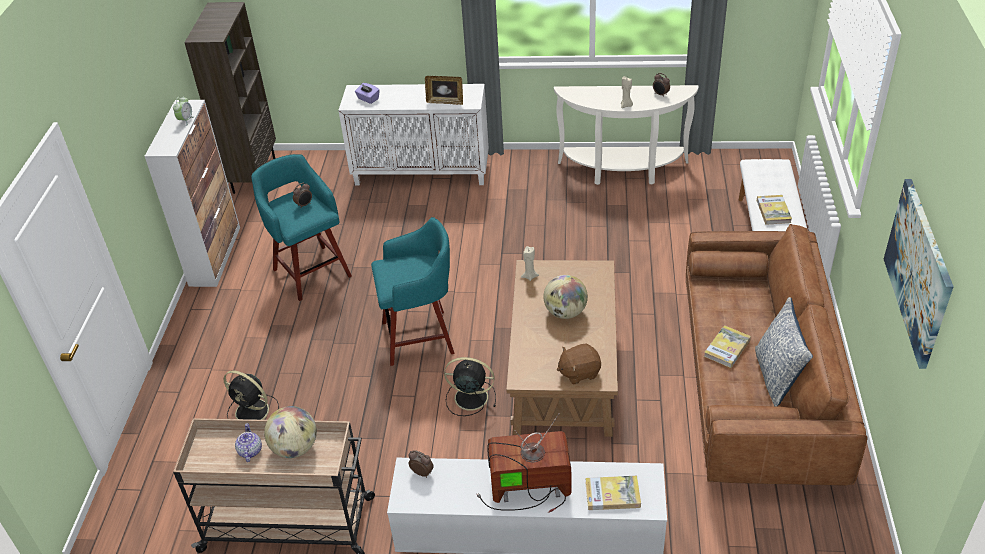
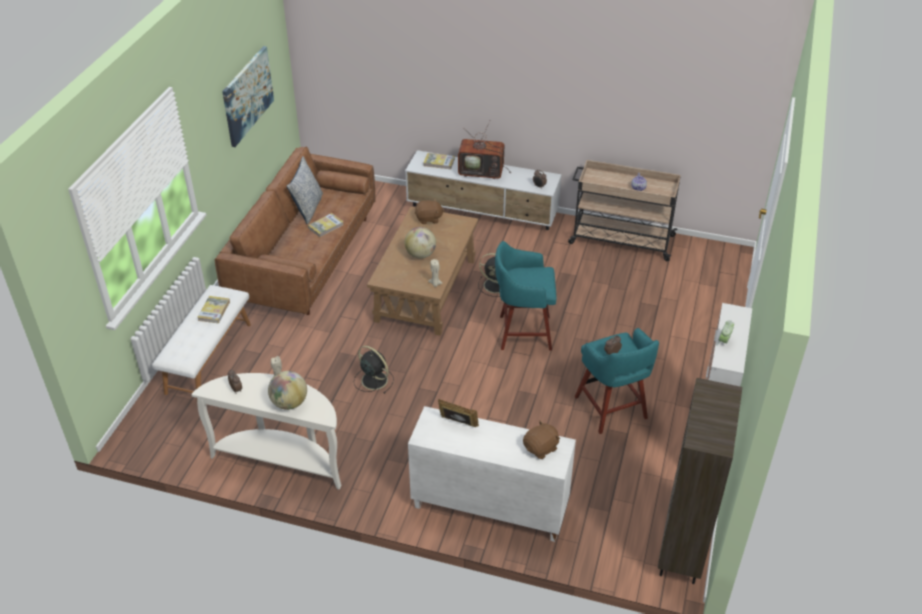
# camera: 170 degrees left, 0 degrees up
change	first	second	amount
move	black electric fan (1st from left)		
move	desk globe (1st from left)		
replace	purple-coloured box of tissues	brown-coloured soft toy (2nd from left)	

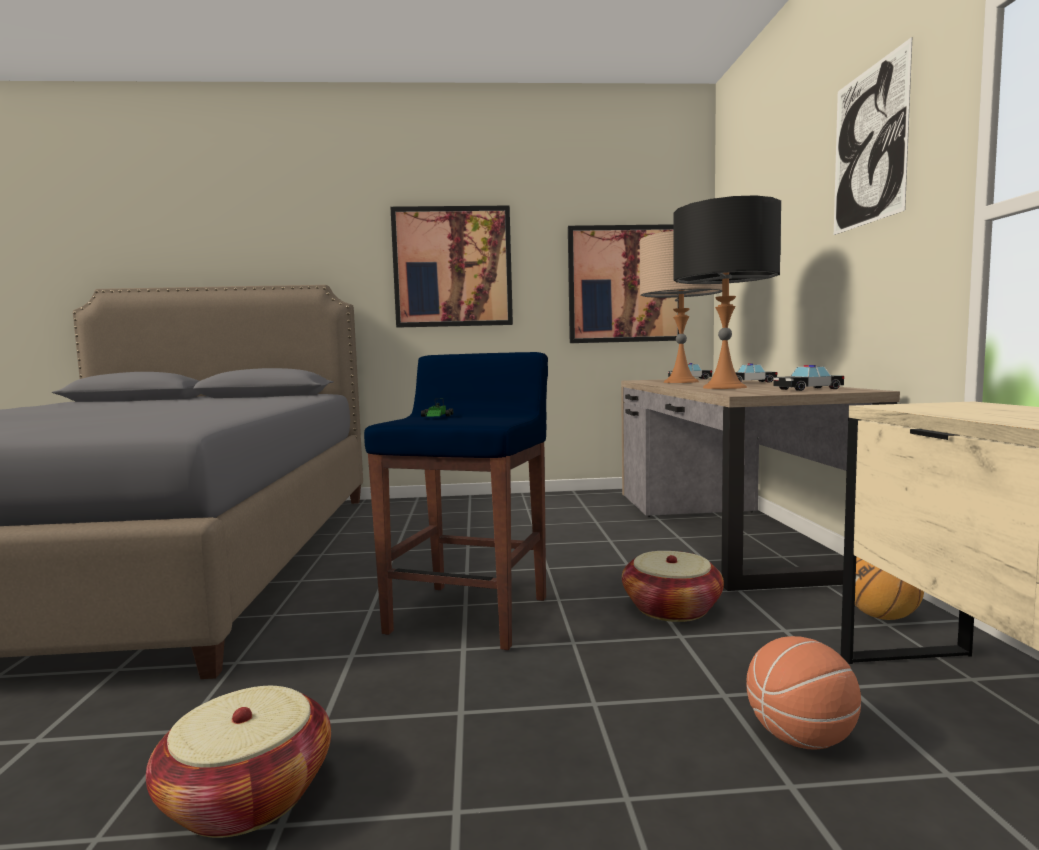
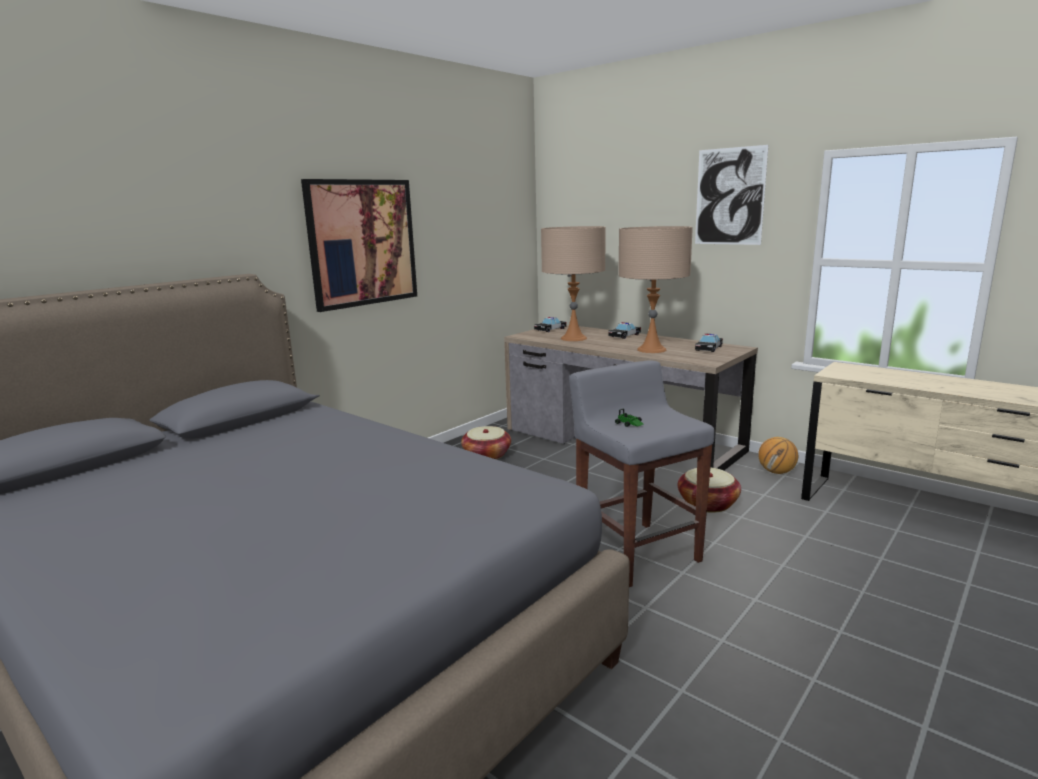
# camera: 45 degrees left, 10 degrees up
change	first	second	amount
delete	wall picture (2nd from left)		
delete	basketball (1st from left)		
move	storage basket (1st from left)		
recolor	blue sitting stool	grey sitting stool	
recolor	black tabletop lamp	beige-coloured tabletop lamp (2nd from left)	

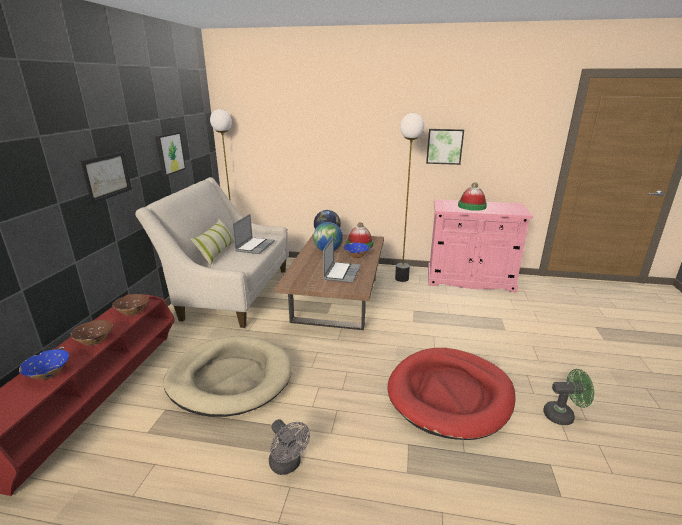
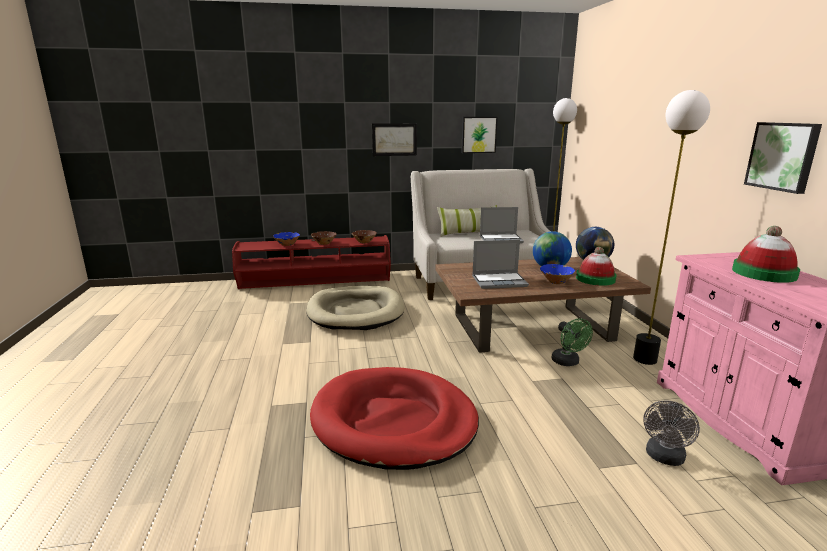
# camera: 70 degrees right, 5 degrees down
change	first	second	amount
move	grey electric fan		
move	greenish electric fan		

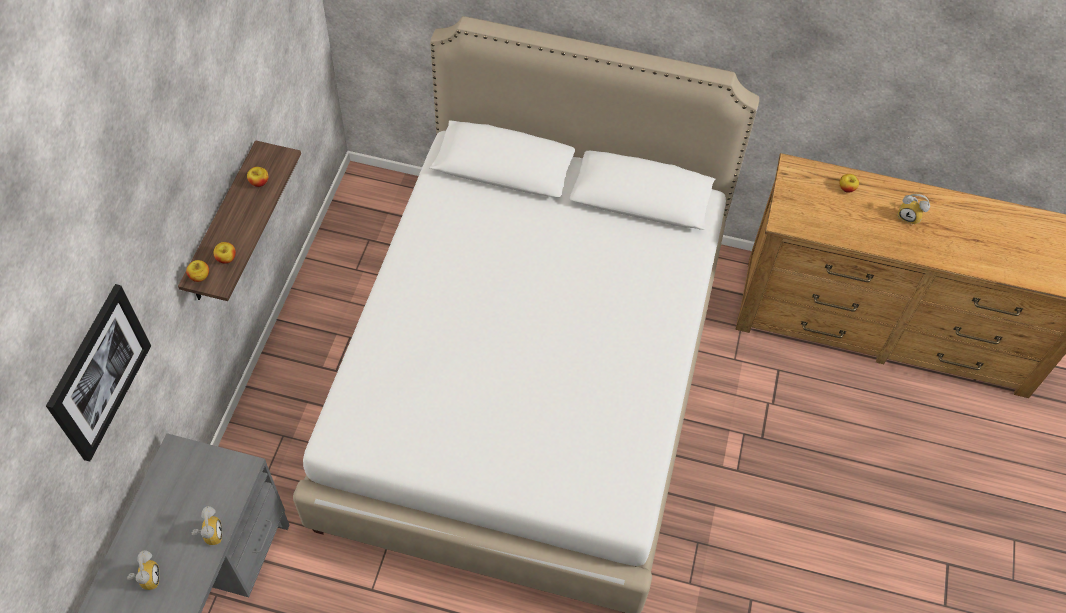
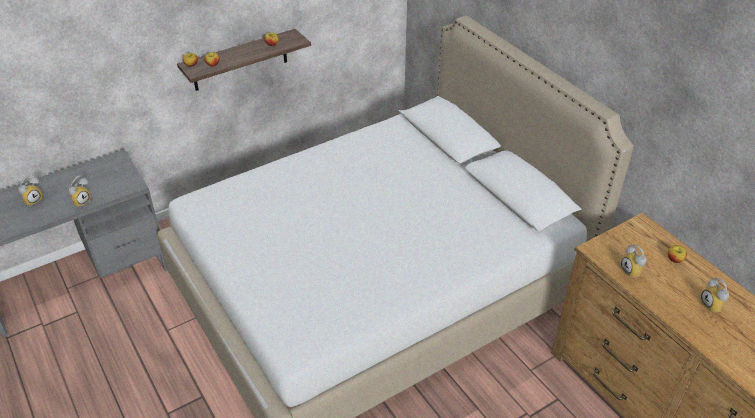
# camera: 45 degrees right, 15 degrees down
change	first	second	amount
delete	wall picture		
insert		bedside clock (3rd from left)	

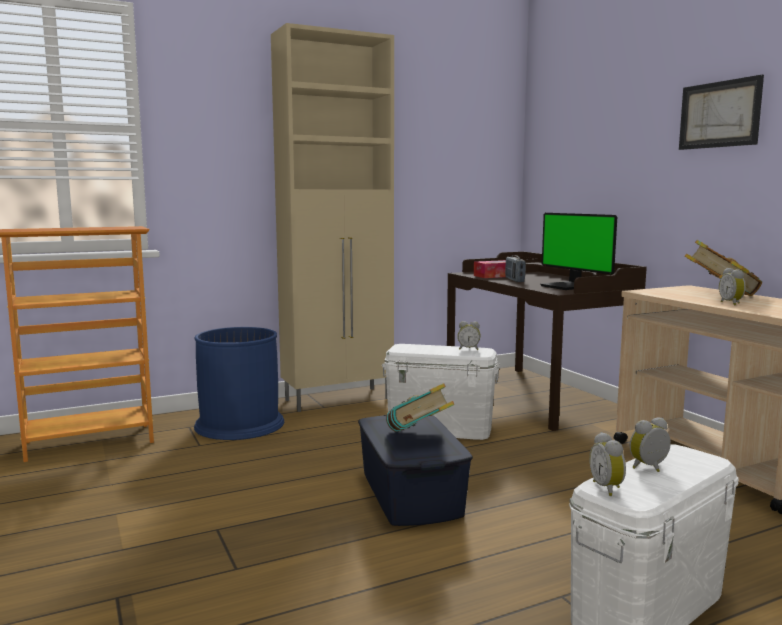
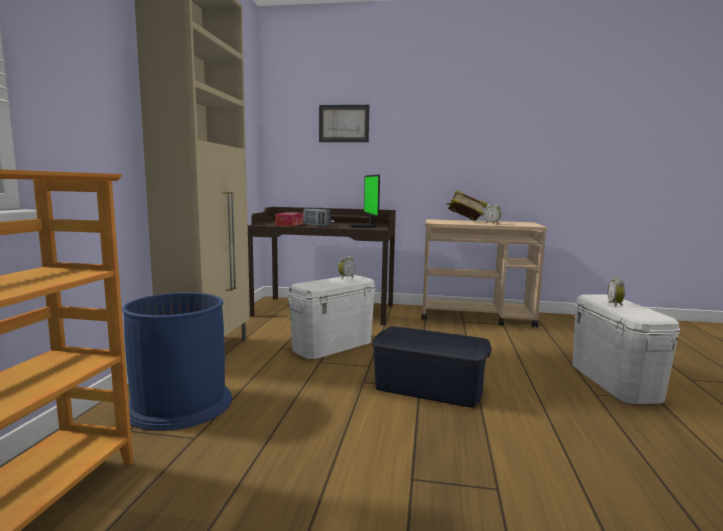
# camera: 55 degrees left, 0 degrees up
change	first	second	amount
delete	book (1st from left)		
delete	bedside clock (2nd from left)		
move	wall picture		
rotate	computer display		75 degrees clockwise

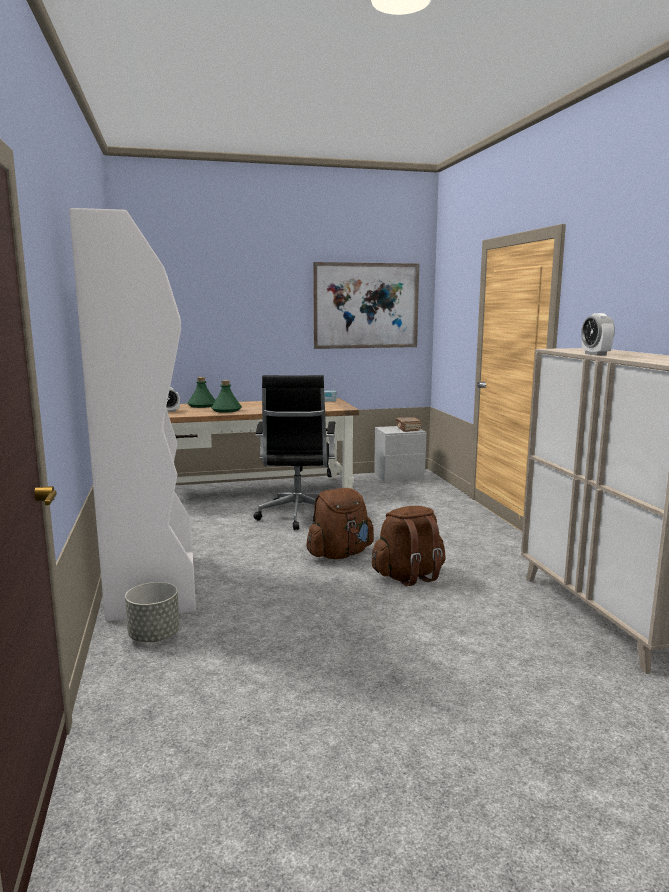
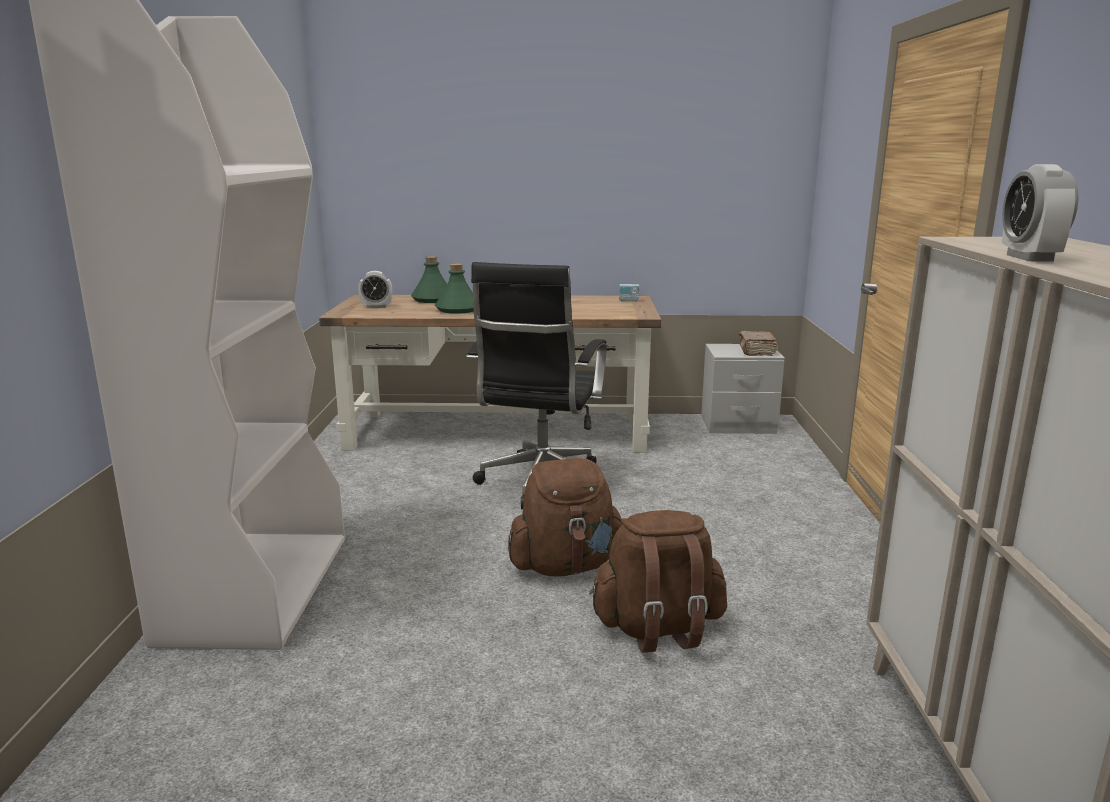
# camera: 15 degrees right, 5 degrees up
change	first	second	amount
delete	grey plant pot		
delete	wall picture		

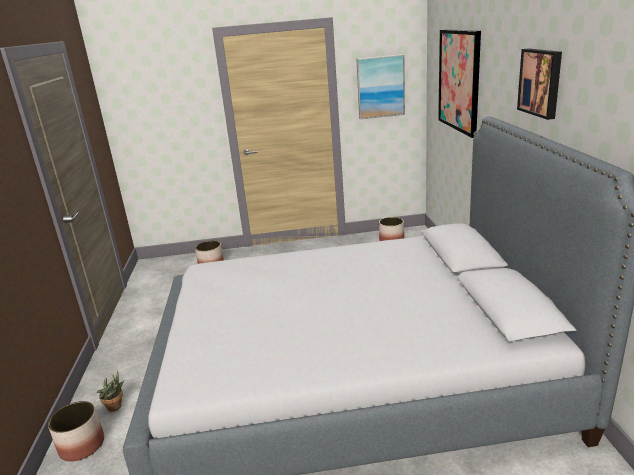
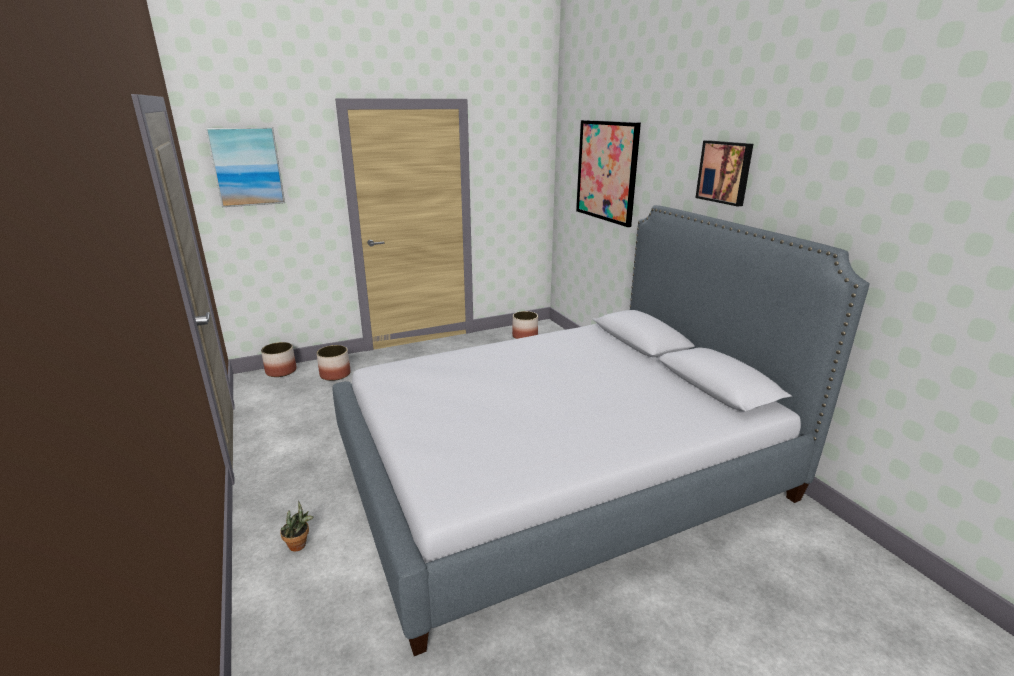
# camera: 20 degrees left, 0 degrees up
change	first	second	amount
move	plant pot (1st from left)		
move	wall picture (1st from left)		

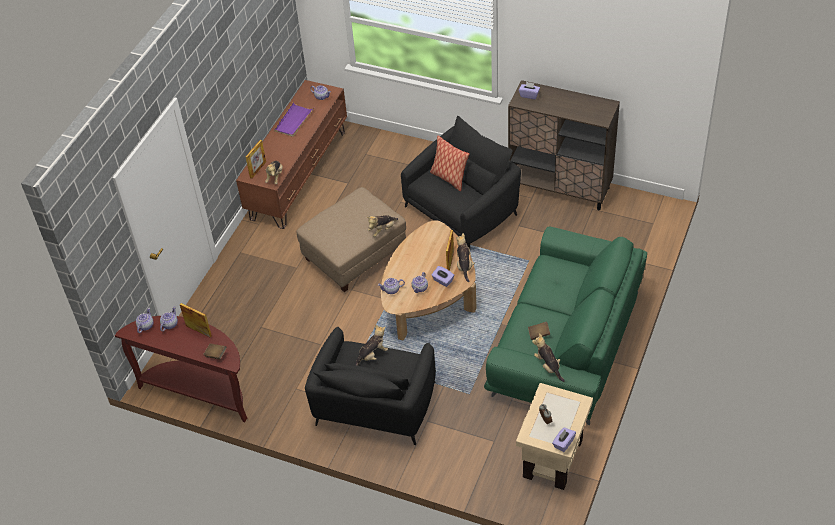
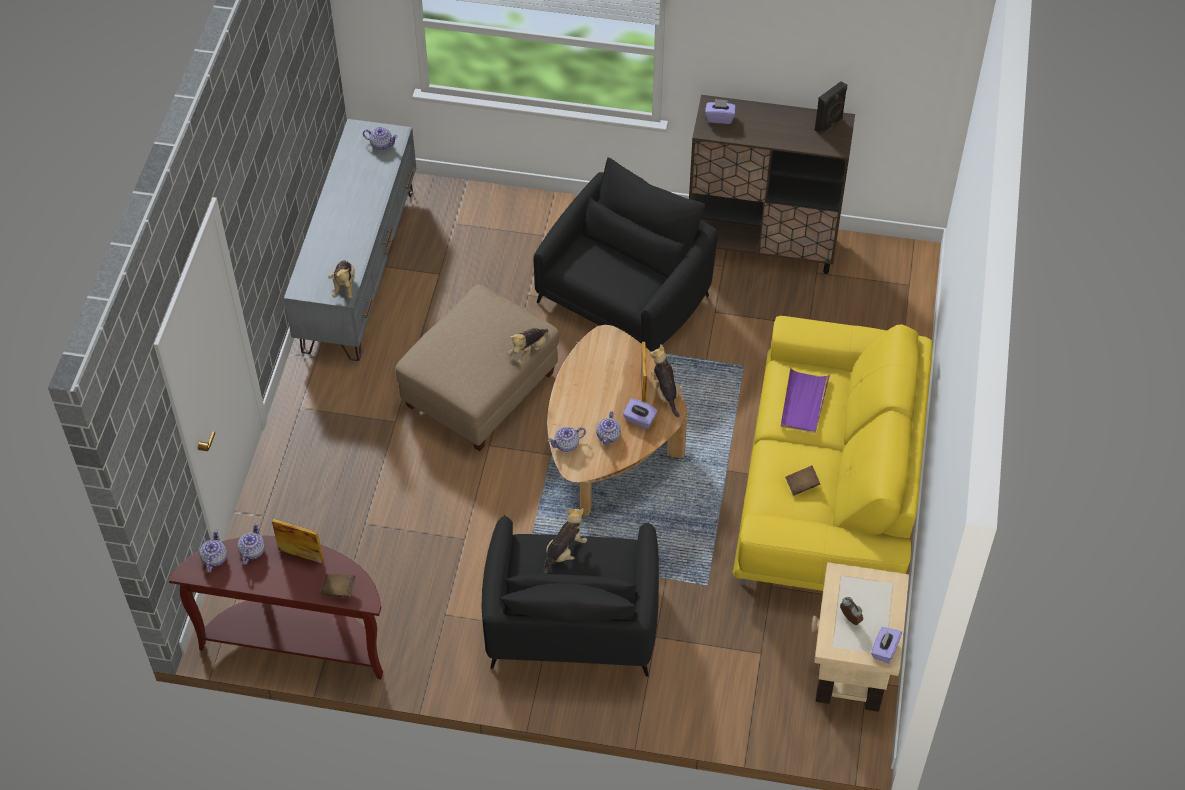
# camera: 15 degrees left, 5 degrees up
change	first	second	amount
delete	picture frame (2nd from left)		
delete	pillow		
delete	soft toy (5th from left)		
insert		black speaker	
move	purple-coloured tray		
recolor	brown-coloured tv unit	grey tv unit	
recolor	greenish couch	yellow-coloured couch	

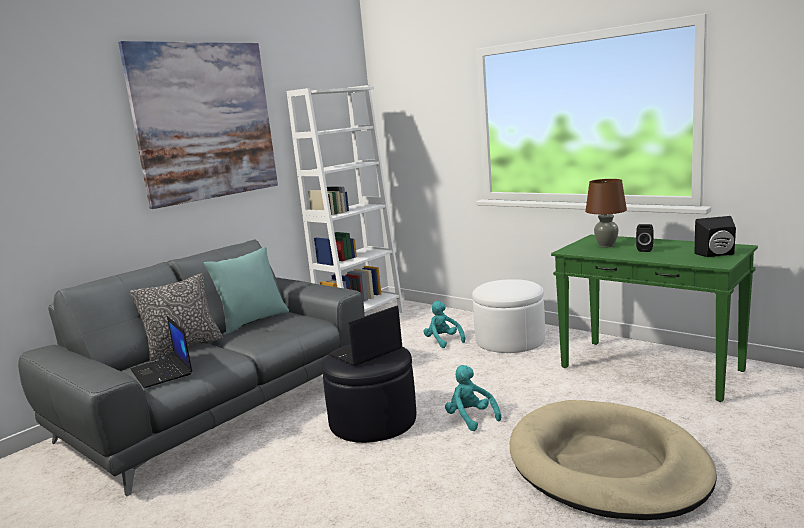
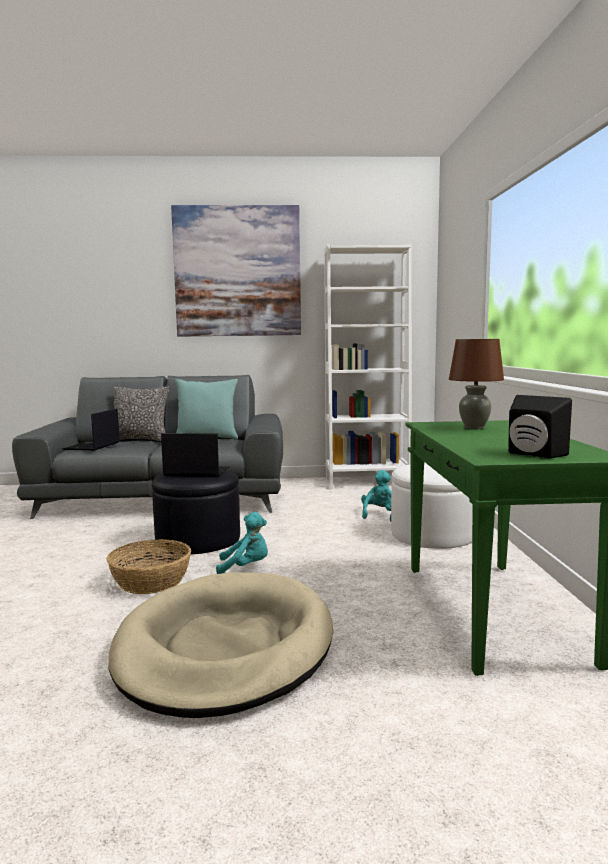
# camera: 45 degrees right, 5 degrees down
change	first	second	amount
delete	black speaker (1st from left)		
insert		storage basket	
rotate	turquoise soft toy (2nd from left in the first image)	turquoise soft toy (1st from left)	75 degrees clockwise

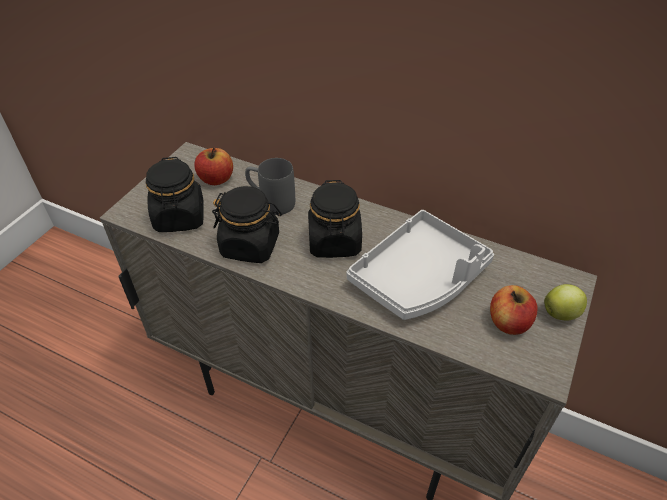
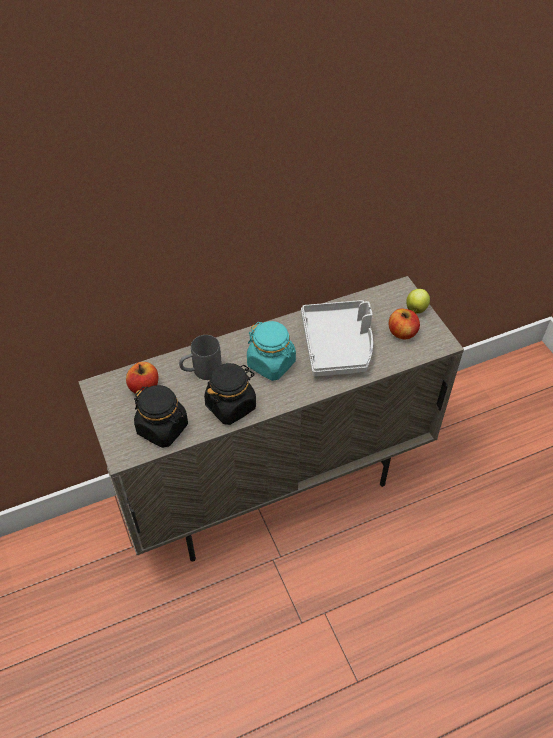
# camera: 50 degrees left, 5 degrees up
change	first	second	amount
recolor	black storage jar (3rd from left)	turquoise storage jar	

